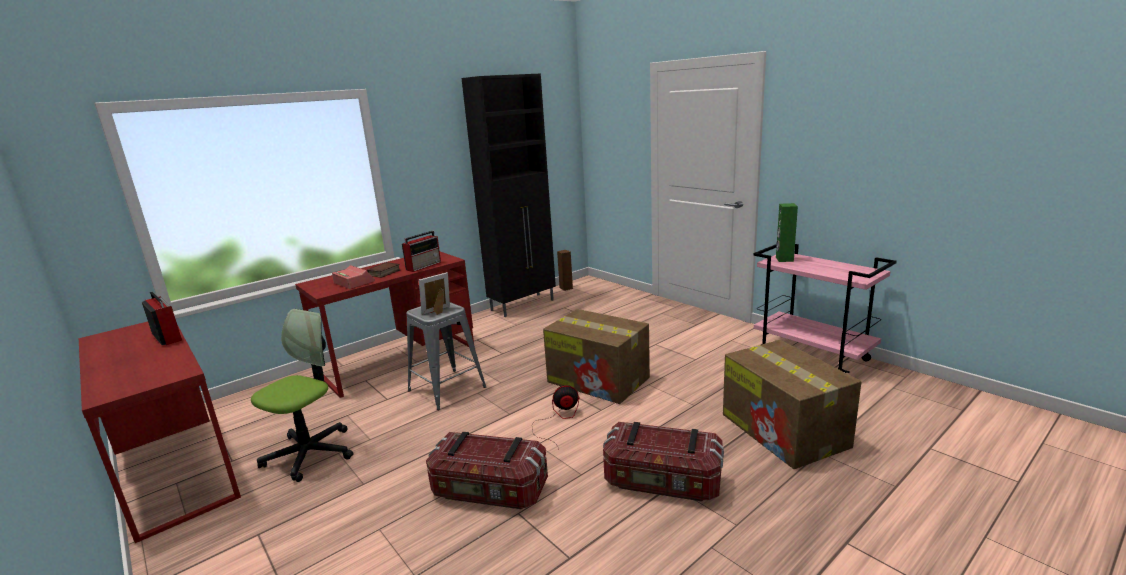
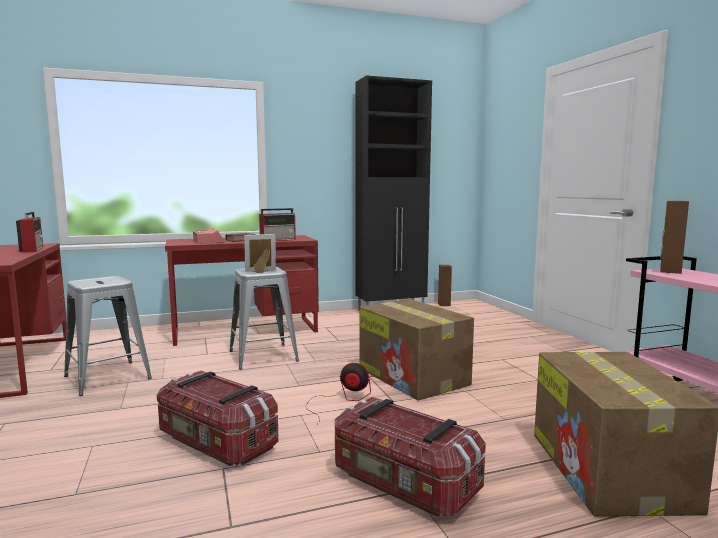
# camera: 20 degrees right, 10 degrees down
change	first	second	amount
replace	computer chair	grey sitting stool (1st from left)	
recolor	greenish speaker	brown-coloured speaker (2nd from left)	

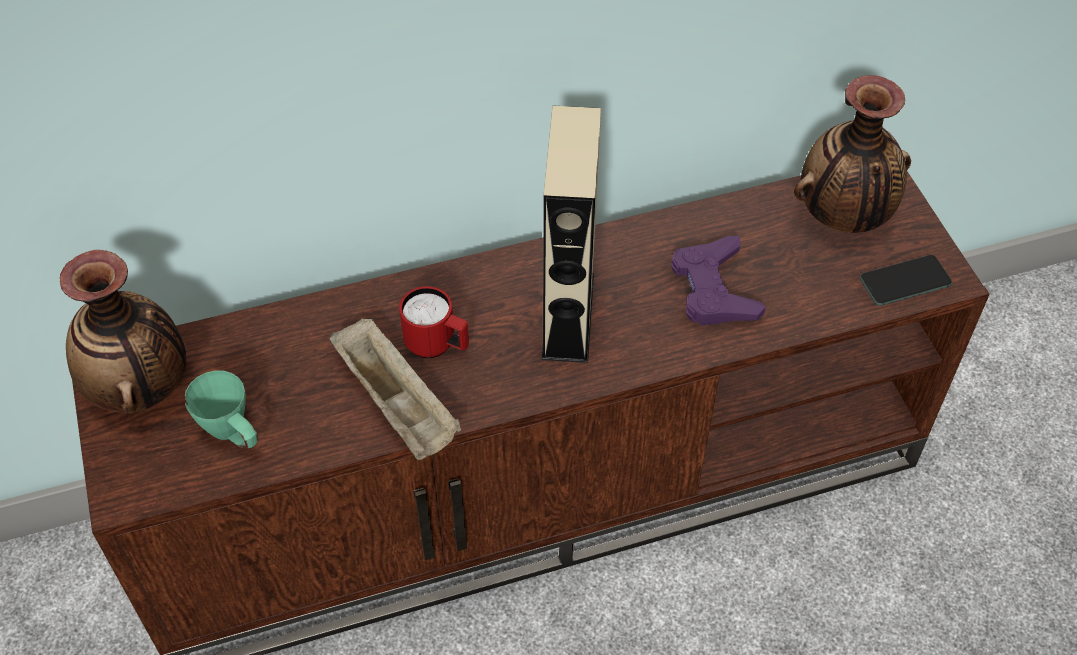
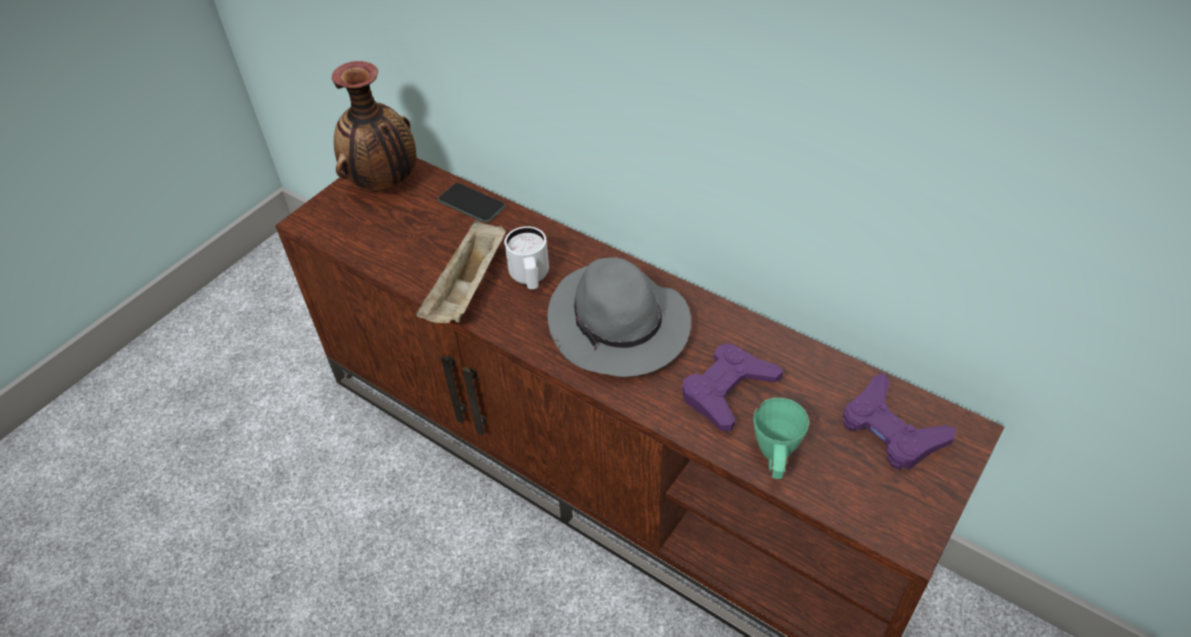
# camera: 55 degrees right, 5 degrees down
change	first	second	amount
move	greenish coffee mug		
move	handset		
replace	beige-coloured speaker	grey wearable hat	
replace	vase (2nd from left)	purple-coloured game controller (2nd from left)	
recolor	red-coloured coffee mug	white coffee mug	

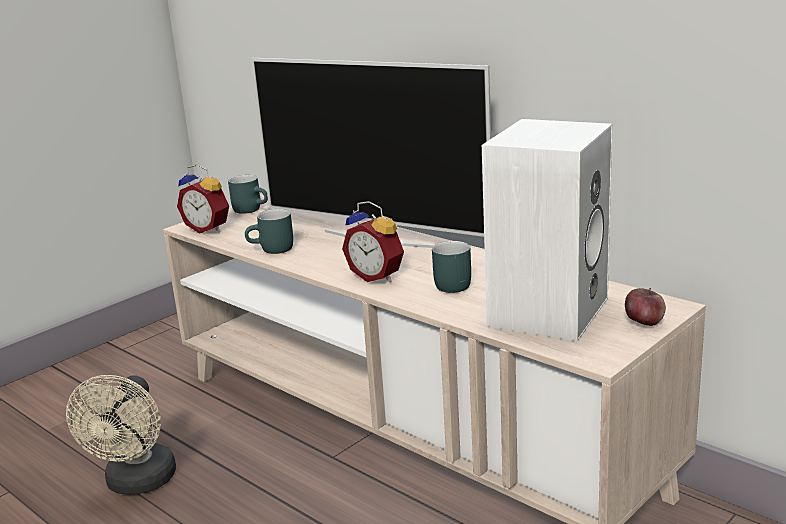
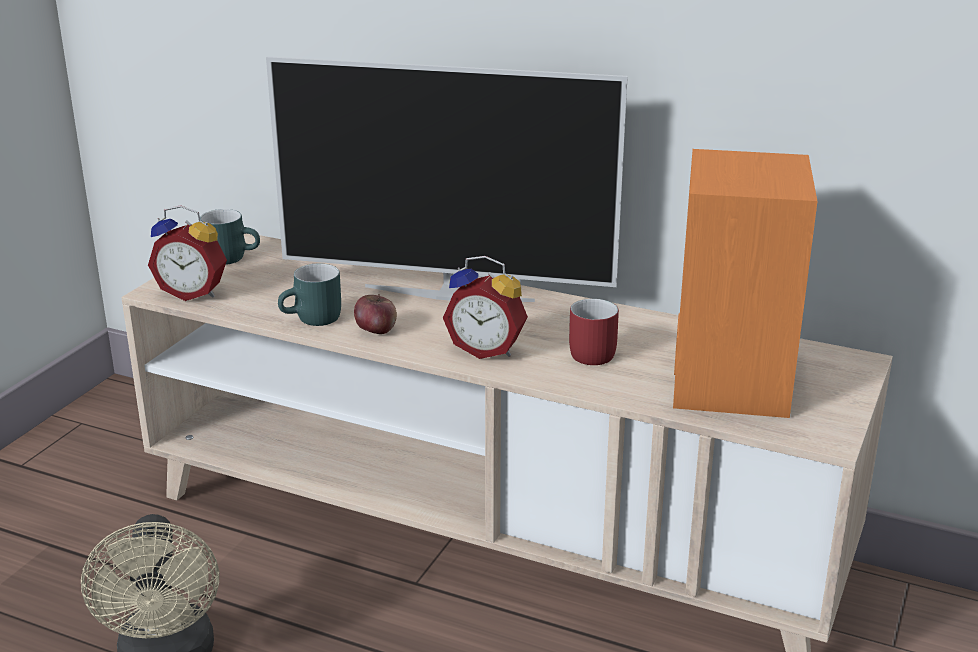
# camera: 20 degrees left, 5 degrees up
change	first	second	amount
move	apple		
recolor	turquoise coffee mug (3rd from left)	red-coloured coffee mug	
recolor	white speaker	orange-coloured speaker	

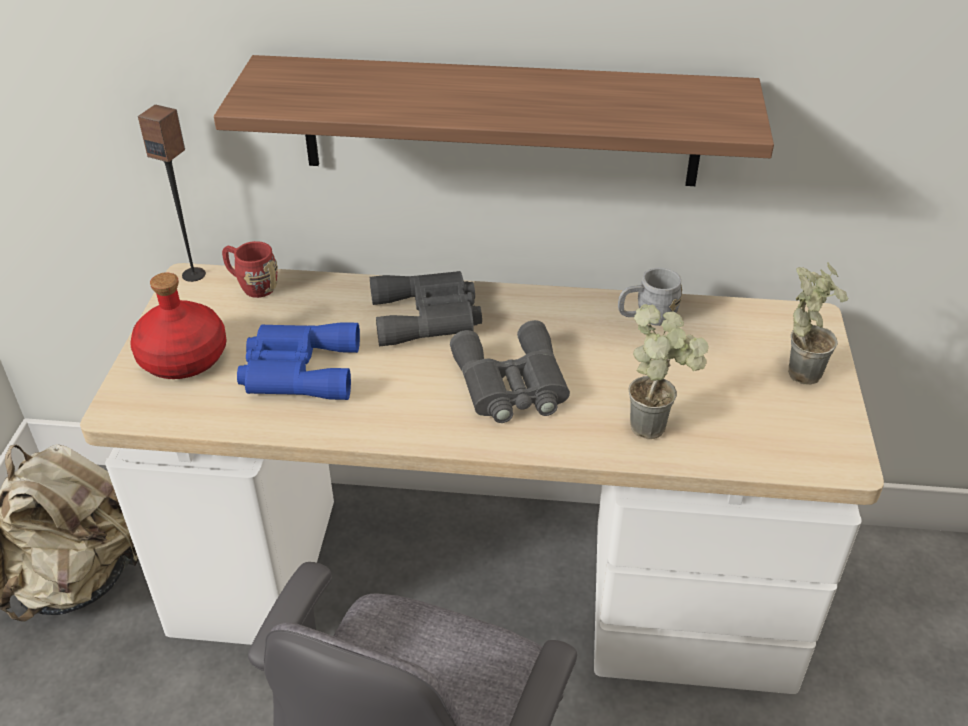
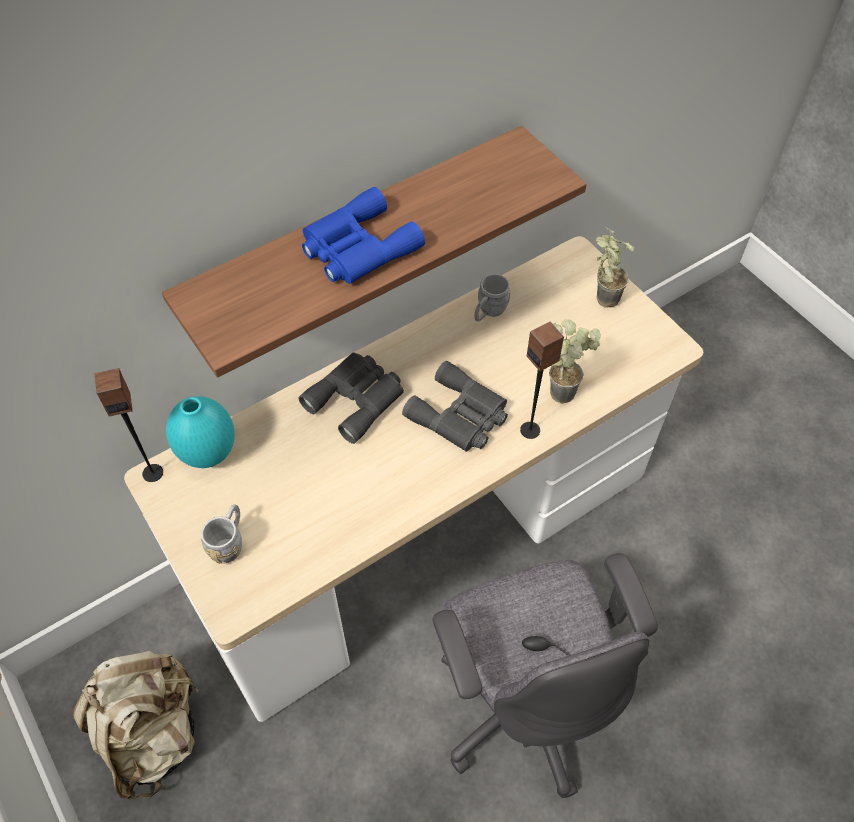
# camera: 40 degrees left, 15 degrees up
change	first	second	amount
insert		speaker (2nd from left)	
move	blue pair of binoculars		
replace	red-coloured beverage bottle	grey coffee mug (1st from left)	
replace	red-coloured coffee mug	turquoise vase	

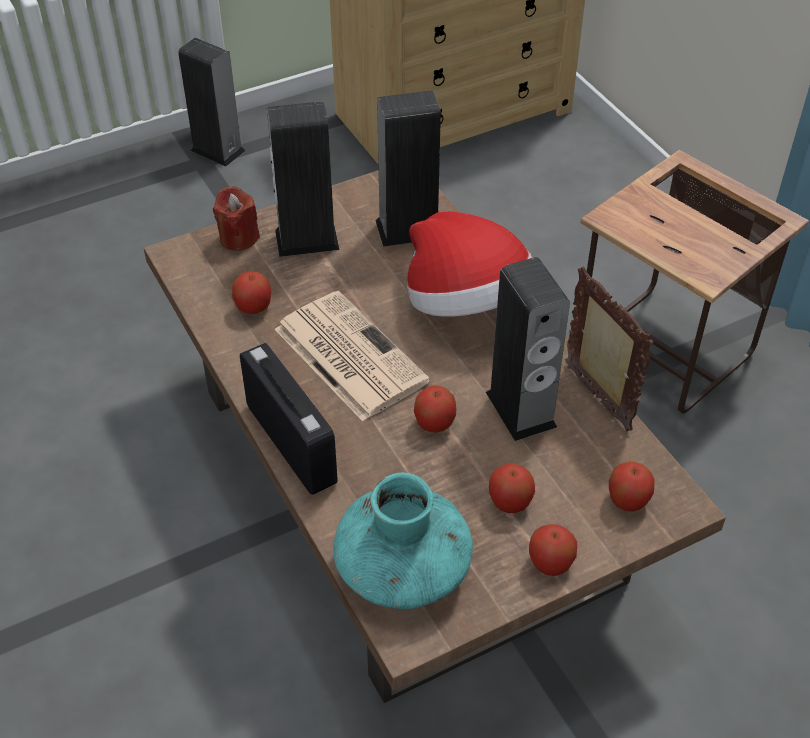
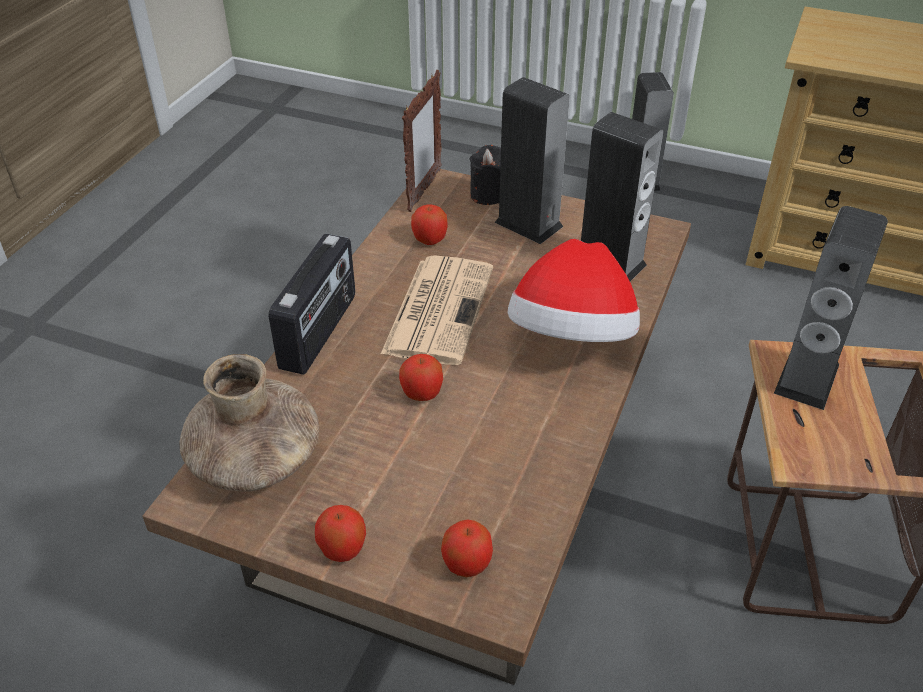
# camera: 50 degrees right, 5 degrees down
change	first	second	amount
delete	apple (3rd from left)		
move	speaker (4th from left)		
move	picture frame		
recolor	red-coloured candle	black candle	
recolor	turquoise vase	brown-coloured vase	

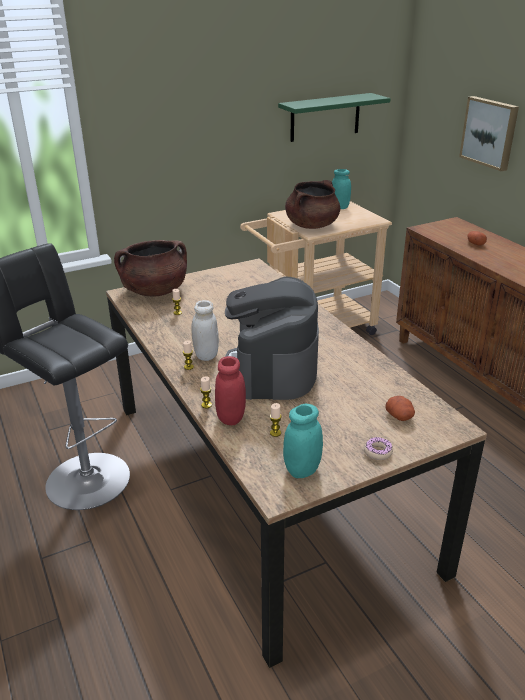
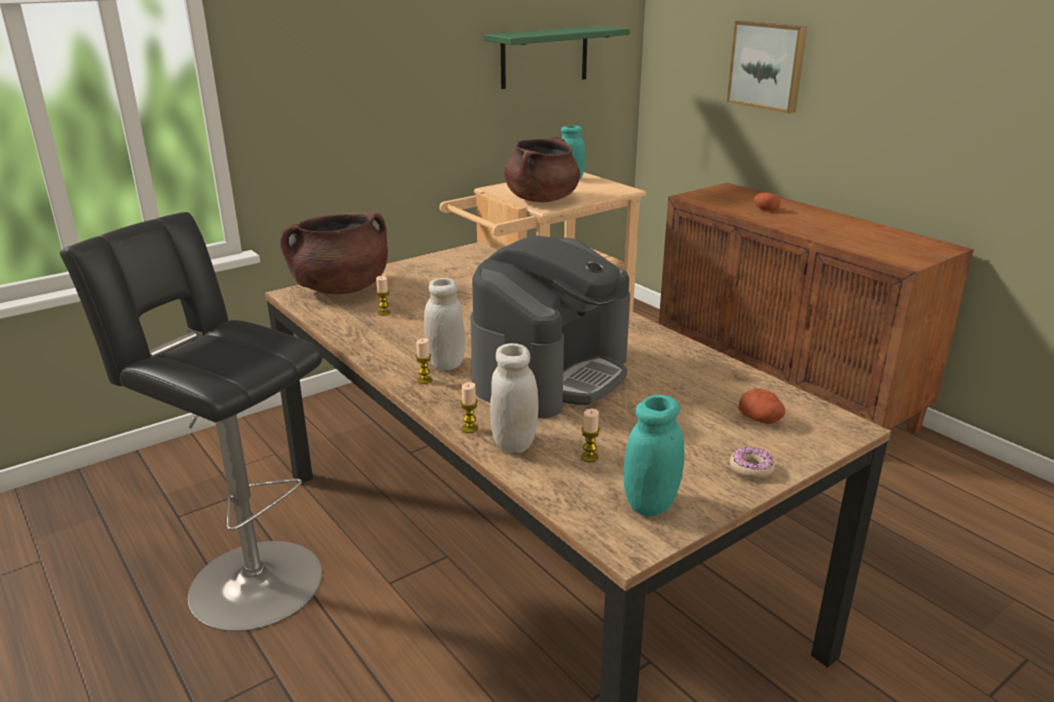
# camera: 10 degrees left, 5 degrees down
change	first	second	amount
recolor	red-coloured storage jar	white storage jar (2nd from left)	
rotate	coffee brewer		135 degrees counterclockwise

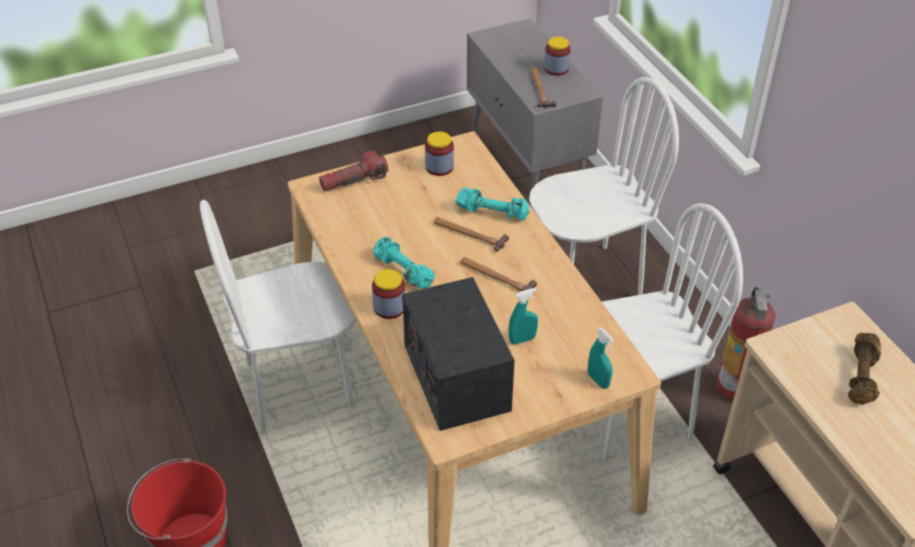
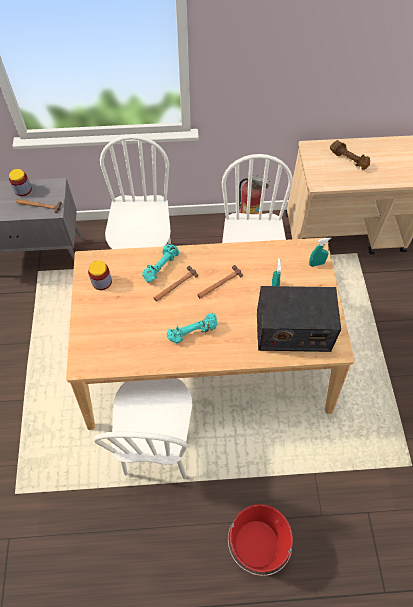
# camera: 70 degrees left, 15 degrees up
change	first	second	amount
delete	flashlight		
delete	storage jar (1st from left)		

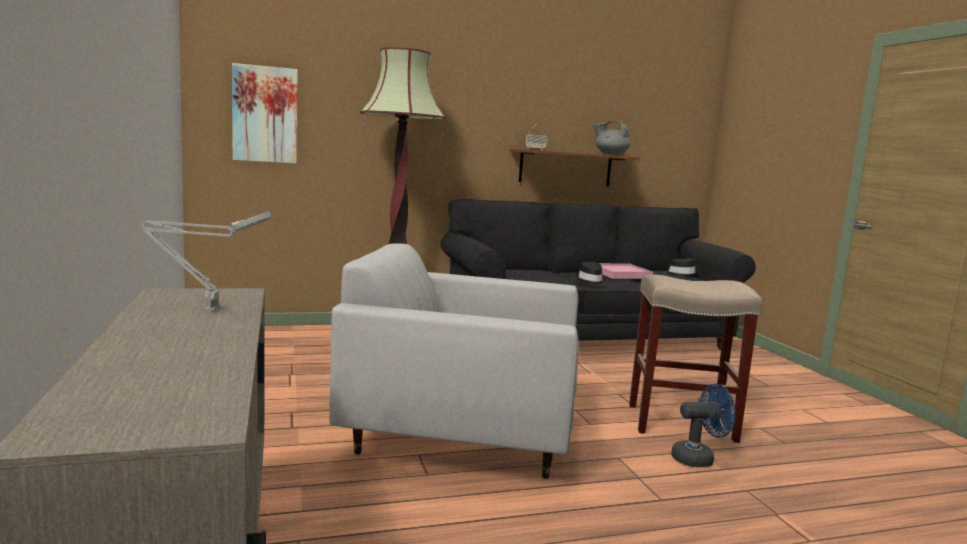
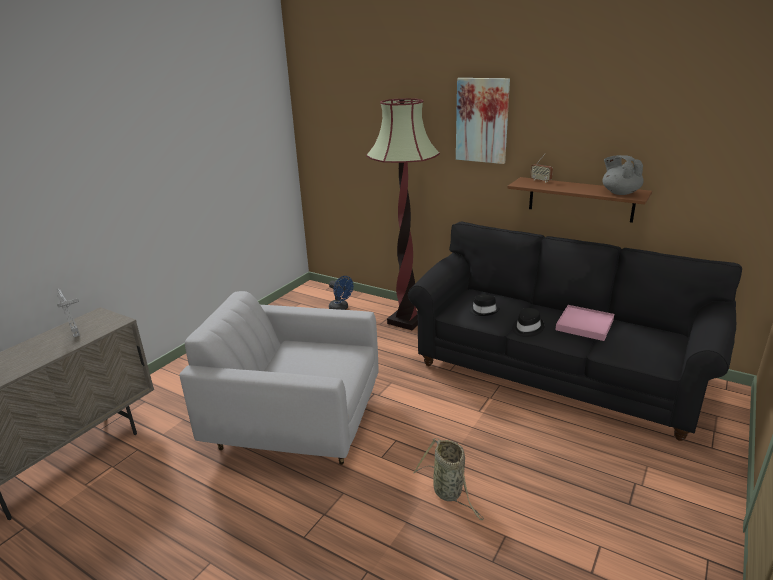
# camera: 50 degrees right, 15 degrees up
change	first	second	amount
move	wall picture		
move	black wearable hat (2nd from left in the first image)	black wearable hat (1st from left)	
move	blue electric fan		
replace	beige-coloured sitting stool	storage basket	
rotate	white easy chair		45 degrees counterclockwise

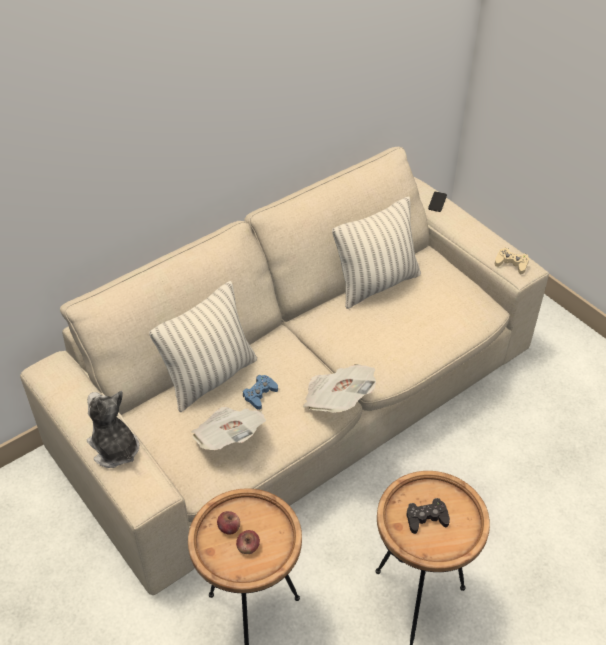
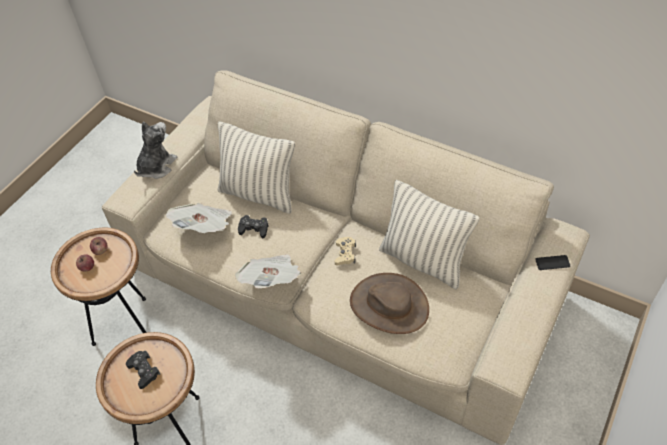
# camera: 70 degrees right, 5 degrees up
change	first	second	amount
insert		brown-coloured wearable hat	
move	beige-coloured game controller		
recolor	blue game controller	black game controller (2nd from left)	

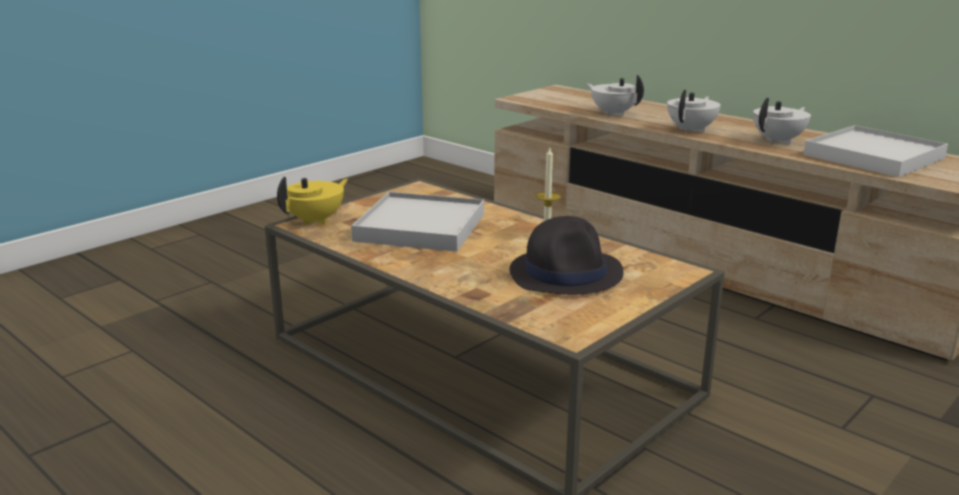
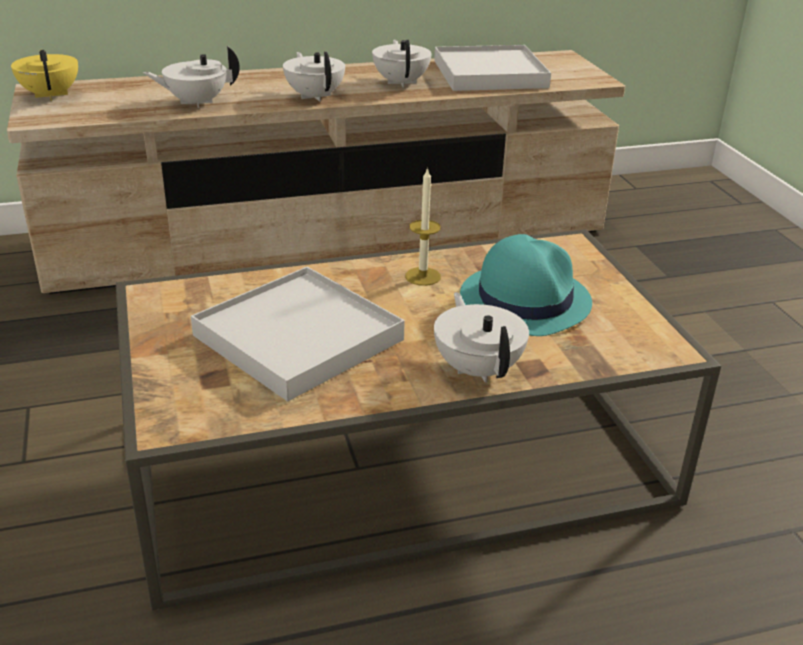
# camera: 60 degrees left, 10 degrees up
change	first	second	amount
insert		white pot for tea (4th from left)	
move	yellow-coloured pot for tea		
recolor	black wearable hat	turquoise wearable hat	

